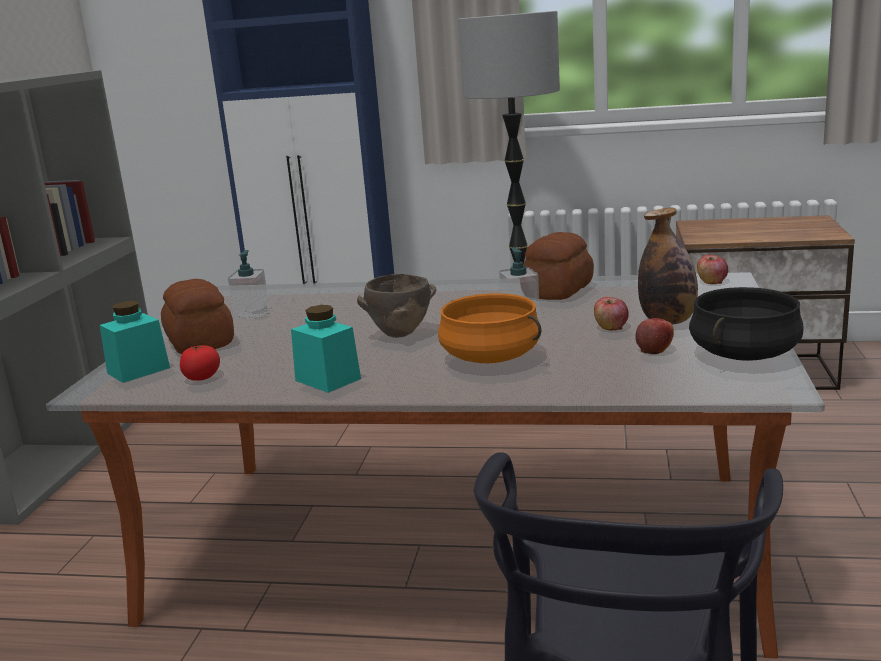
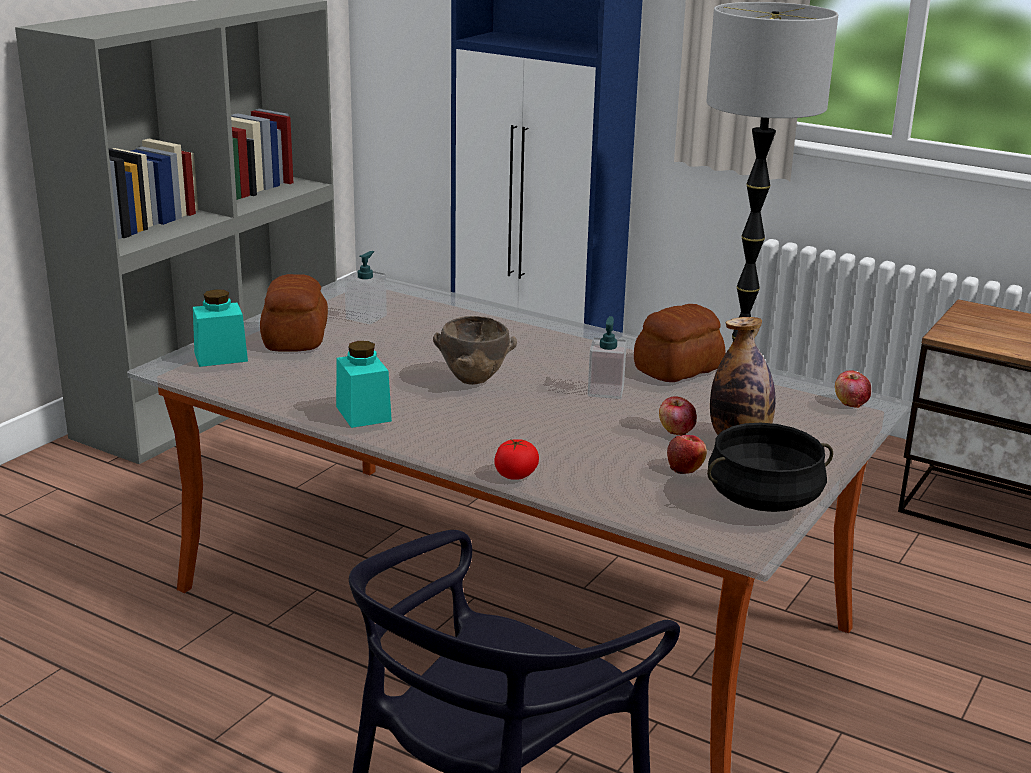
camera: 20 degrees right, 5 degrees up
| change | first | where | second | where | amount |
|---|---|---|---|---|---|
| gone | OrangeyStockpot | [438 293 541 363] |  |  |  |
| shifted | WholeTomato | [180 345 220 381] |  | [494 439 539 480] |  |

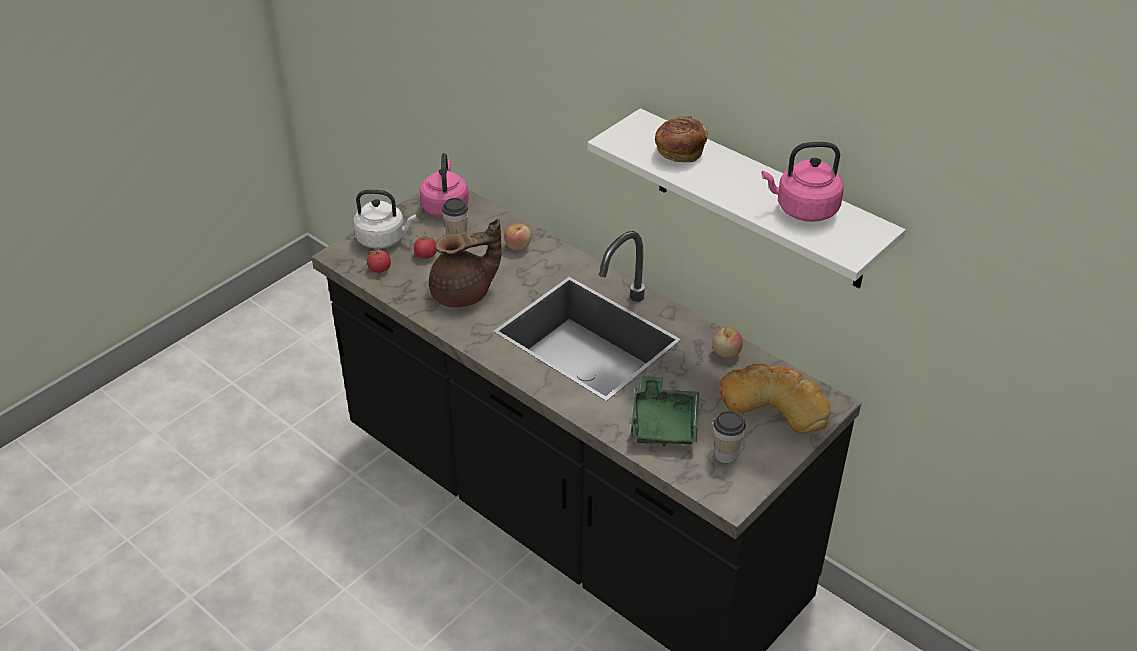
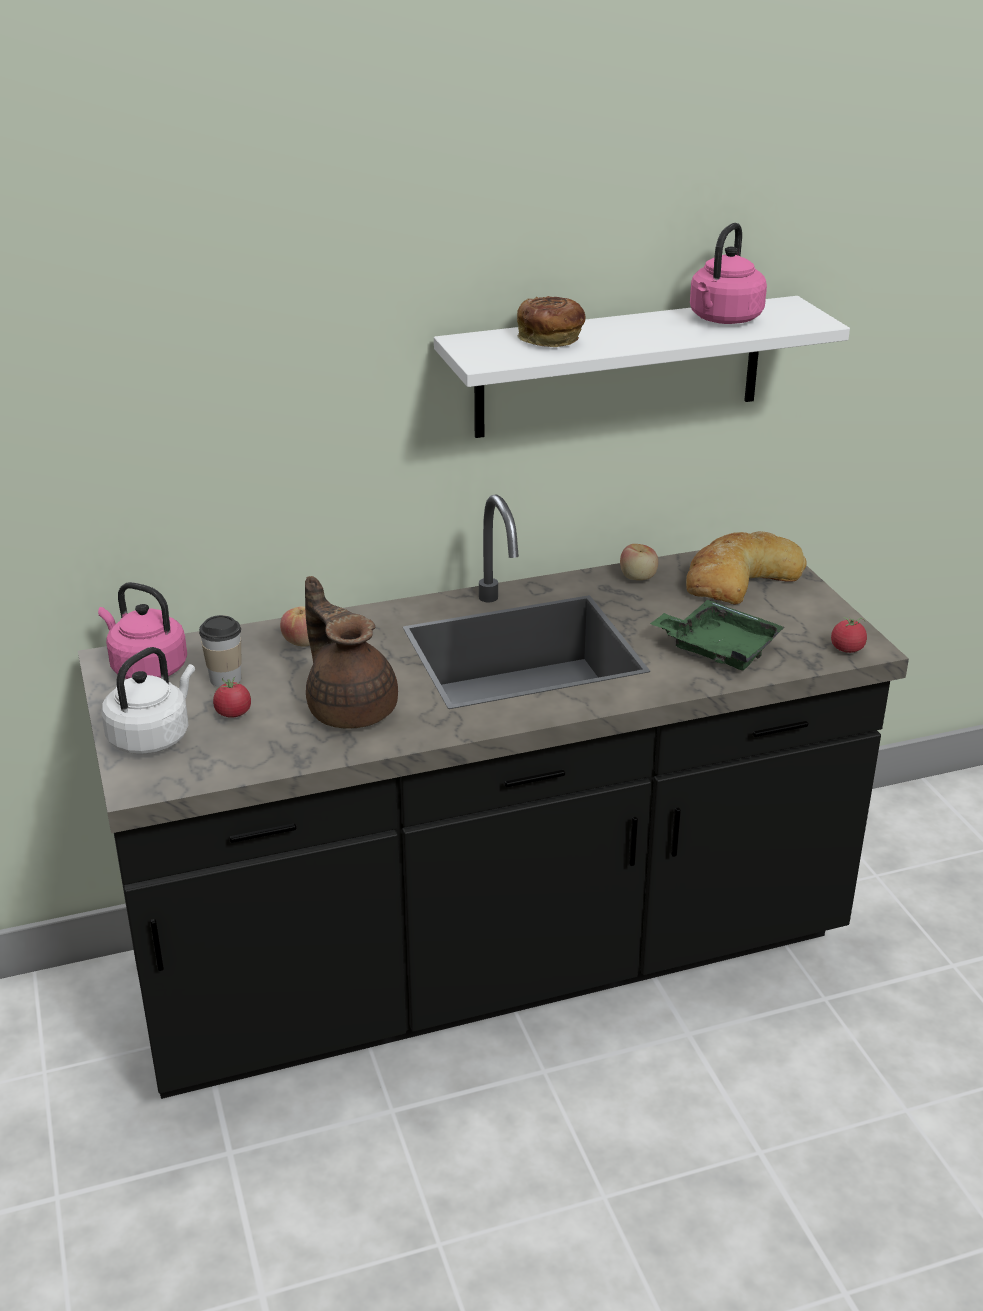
camera: 60 degrees left, 10 degrees down
| change | first | where | second | where | amount |
|---|---|---|---|---|---|
| gone | Cup | [714 411 746 463] |  |  |  |
| shifted | WholeTomato | [367 247 391 273] |  | [831 617 867 653] |  |
| rotated | BrownishTeapot | [429 219 502 308] |  | [305 576 398 729] | 45 degrees counterclockwise |

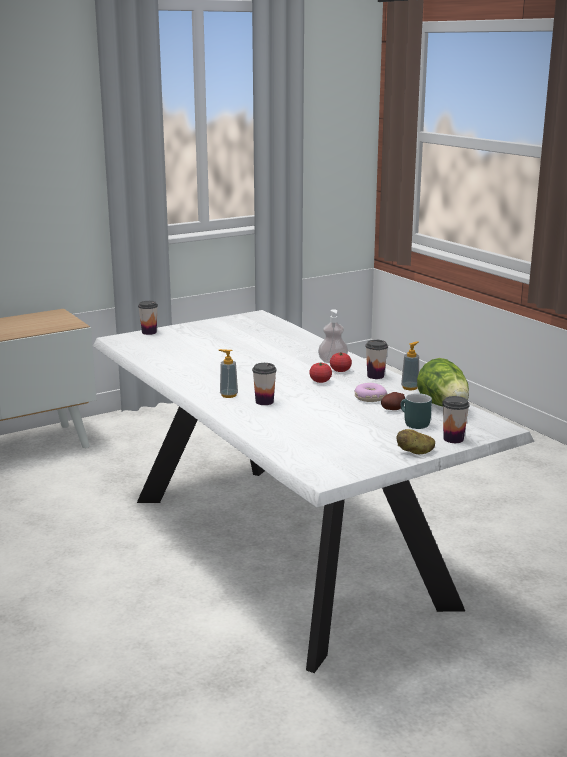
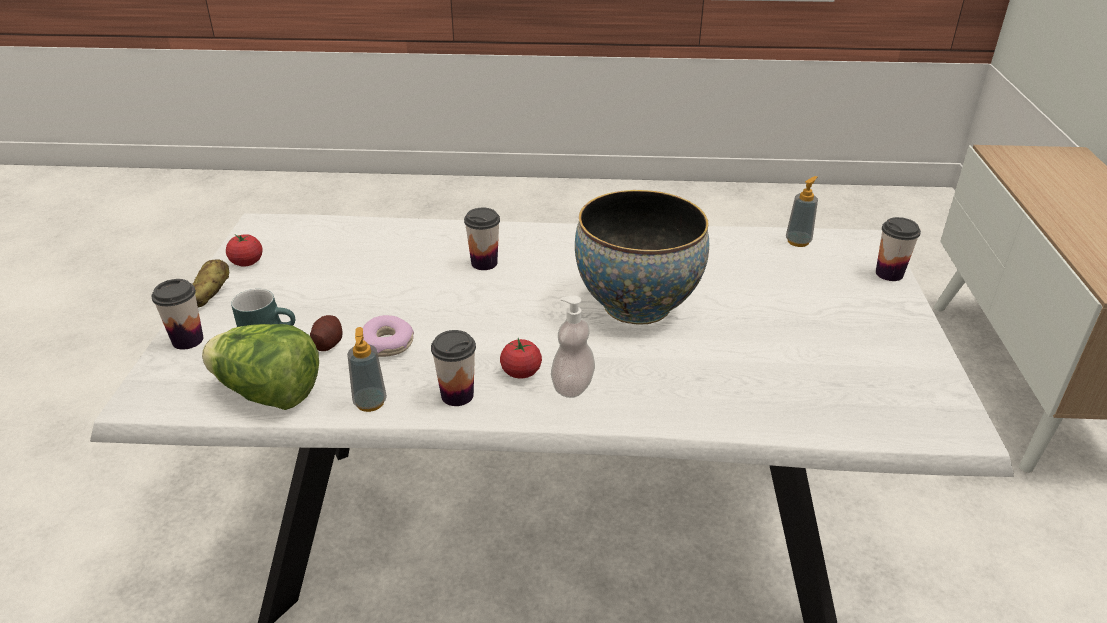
camera: 125 degrees right, 15 degrees up
| change | first | where | second | where | amount |
|---|---|---|---|---|---|
| new |  |  | DeepDish | [575 190 709 324] |  |
| shifted | LiquidSoapBottle | [219 349 238 398] |  | [786 176 818 247] |  |
| shifted | WholeTomato | [309 363 332 383] |  | [226 234 263 267] |  |

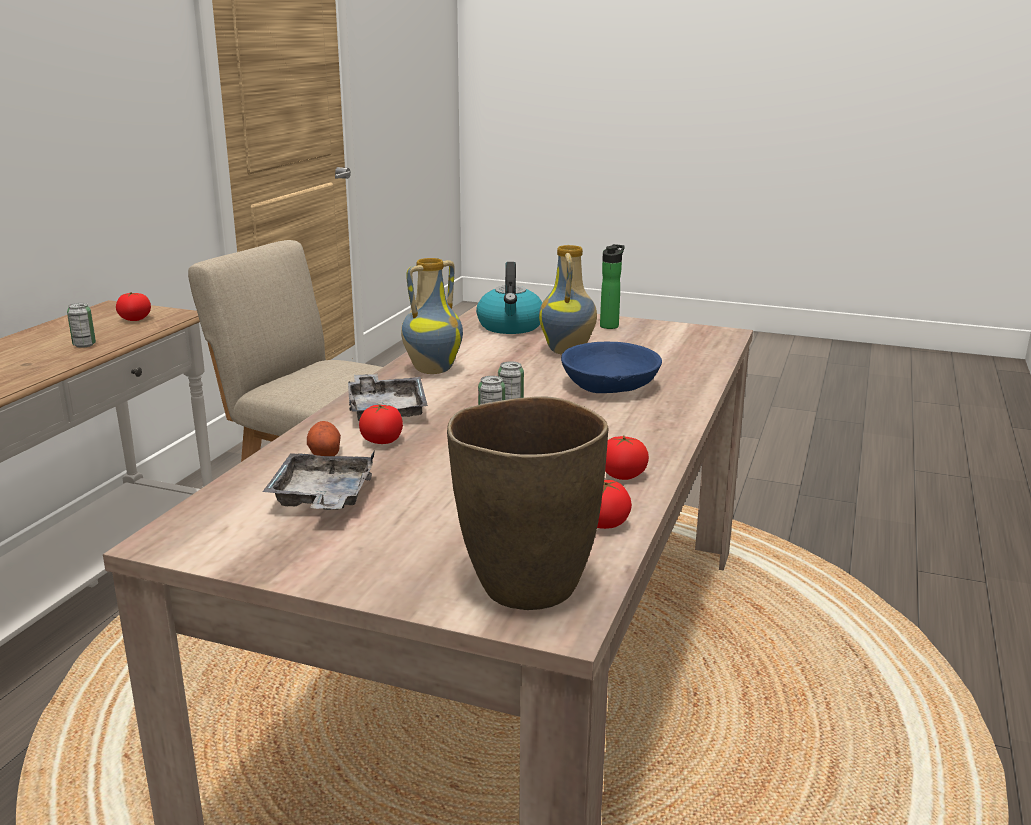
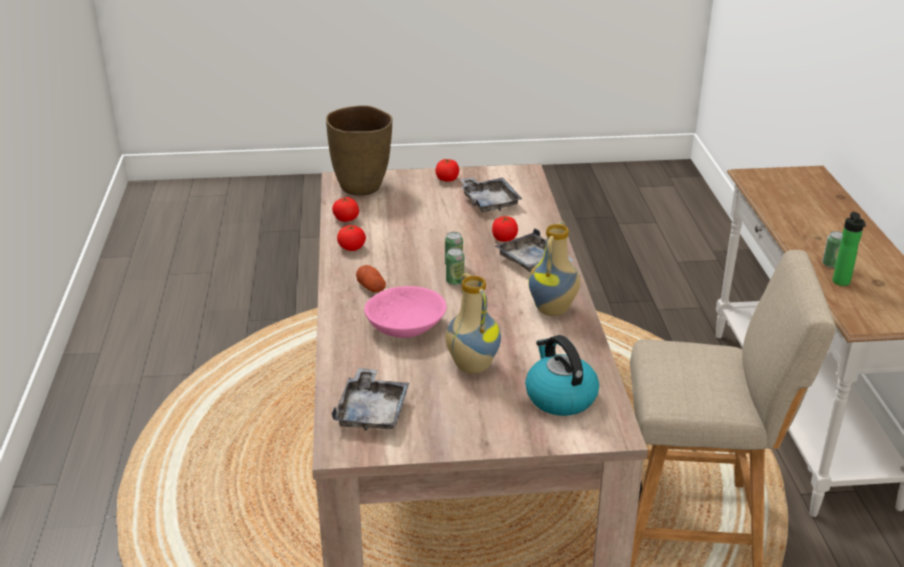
camera: 155 degrees right, 10 degrees up
| change | first | where | second | where | amount |
|---|---|---|---|---|---|
| new |  |  | GrayServingTray | [332 368 409 431] |  |
| shifted | WholeTomato | [116 292 151 321] |  | [435 159 459 182] |  |
| shifted | Potato | [307 421 341 456] |  | [356 265 386 293] |  |
| shifted | Bottle | [600 244 625 329] |  | [833 212 866 286] |  |
| repainted | BlueColouredDeepDish | [561 342 662 393] | PinkishDeepDish | [364 286 447 338] |  |

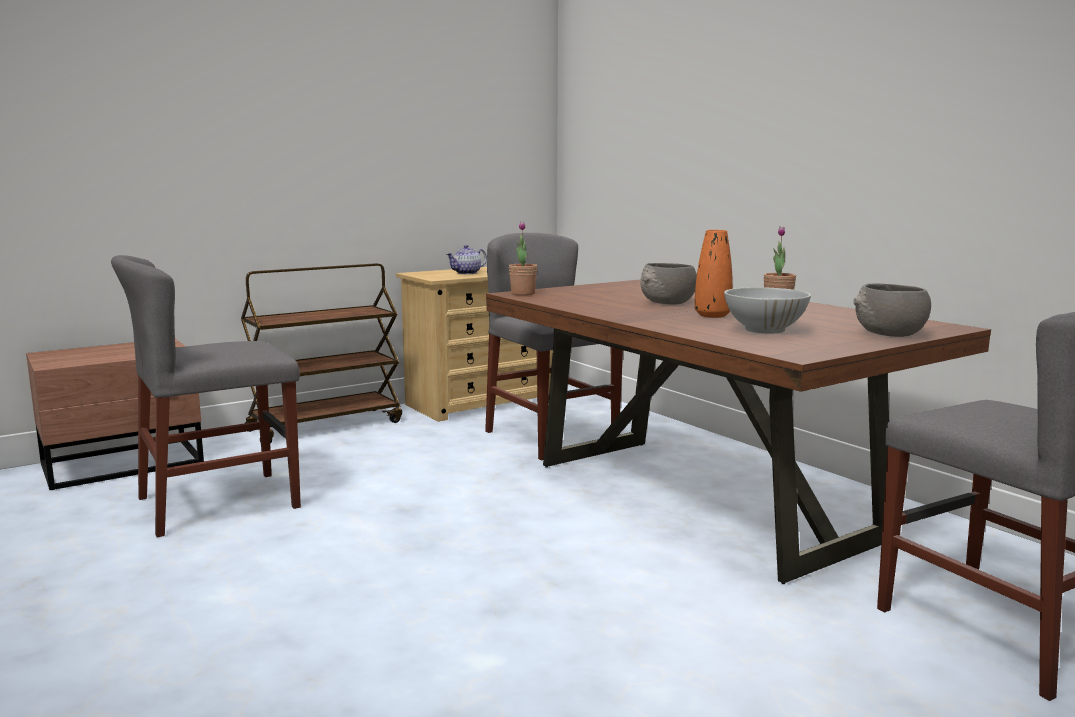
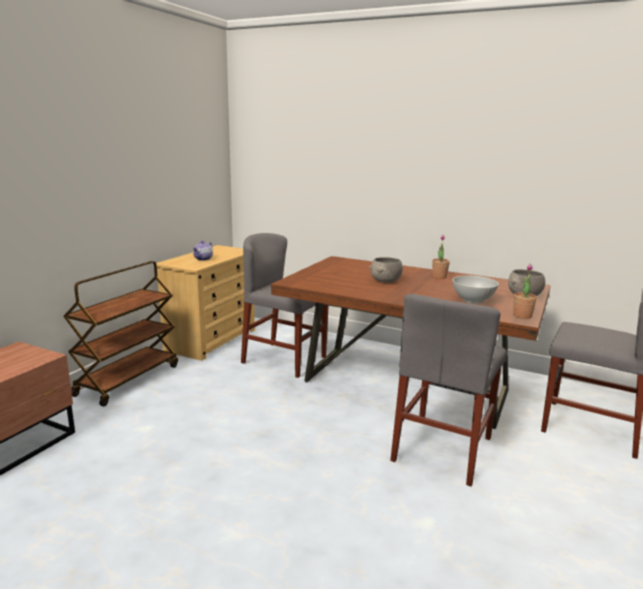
camera: 30 degrees left, 5 degrees up
| change | first | where | second | where | amount |
|---|---|---|---|---|---|
| gone | OrangeyDecorativeVase | [695 230 733 318] |  |  |  |
| shifted | GrayChair | [111 255 301 537] |  | [390 294 507 486] |  |
| shifted | PlantInAPot | [509 222 537 295] |  | [513 264 537 319] |  |

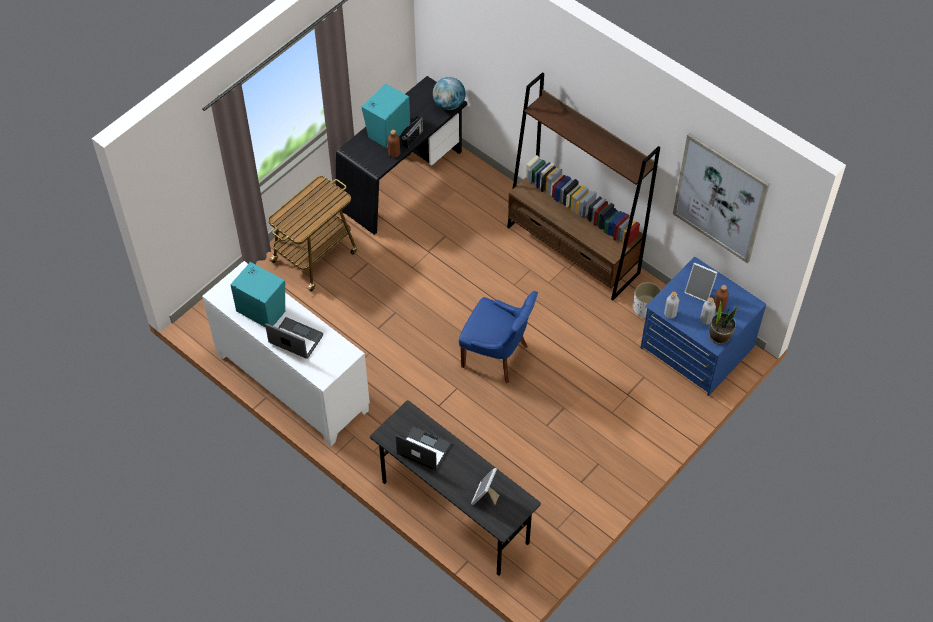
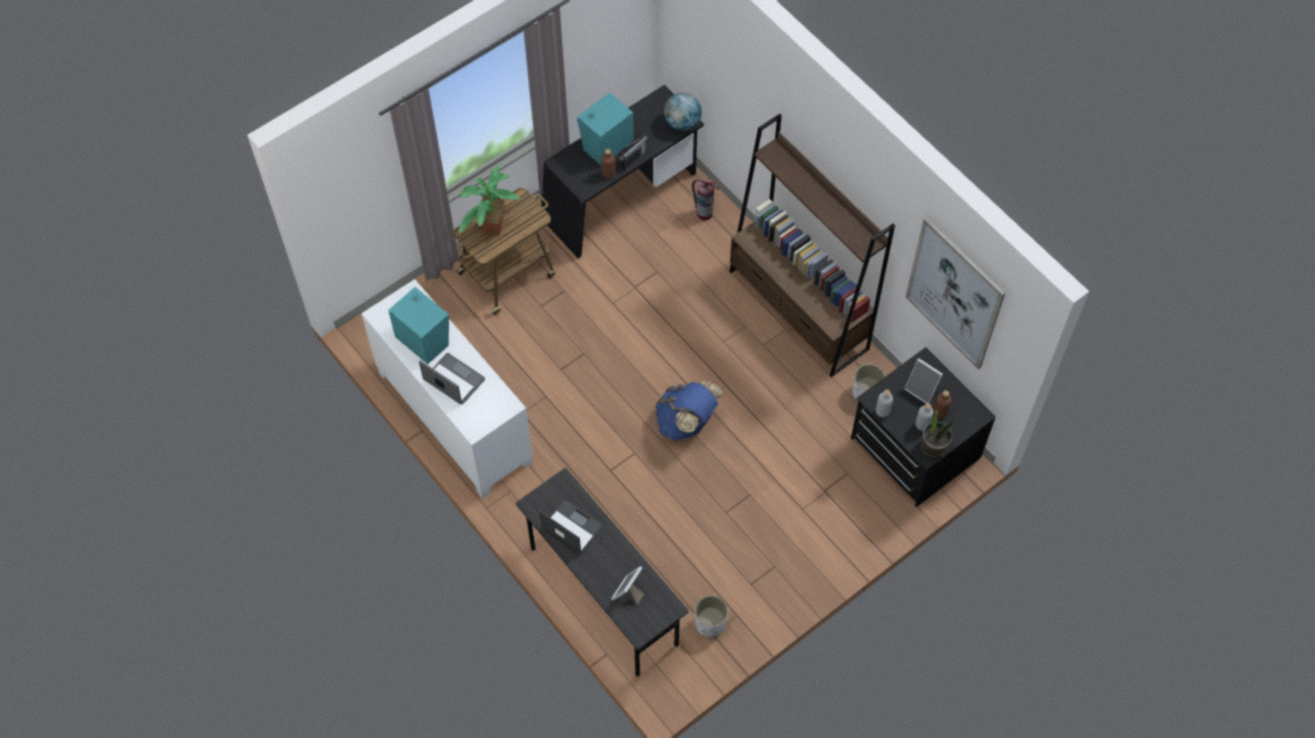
camera: 10 degrees right, 5 degrees up
| change | first | where | second | where | amount |
|---|---|---|---|---|---|
| new |  |  | PlantInAPot | [459 165 520 235] |  |
| new |  |  | Extinguisher | [692 178 719 221] |  |
| new |  |  | WhitishPlantPot | [695 595 728 637] |  |
| swapped | BlueColouredChair | [459 291 538 383] | BlueColouredKnapsack | [655 381 723 441] |  |
| repainted | BlueColouredDrawerChest | [640 257 767 396] | BlackColouredDrawerChest | [851 347 996 507] |  |

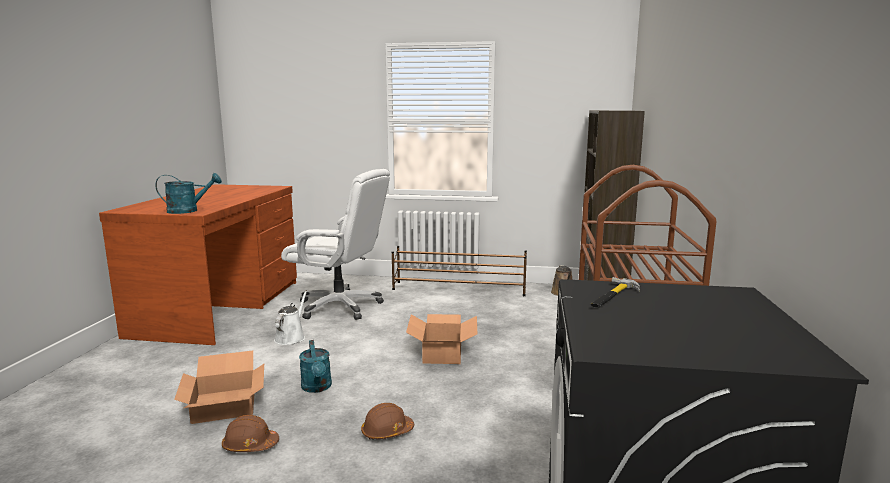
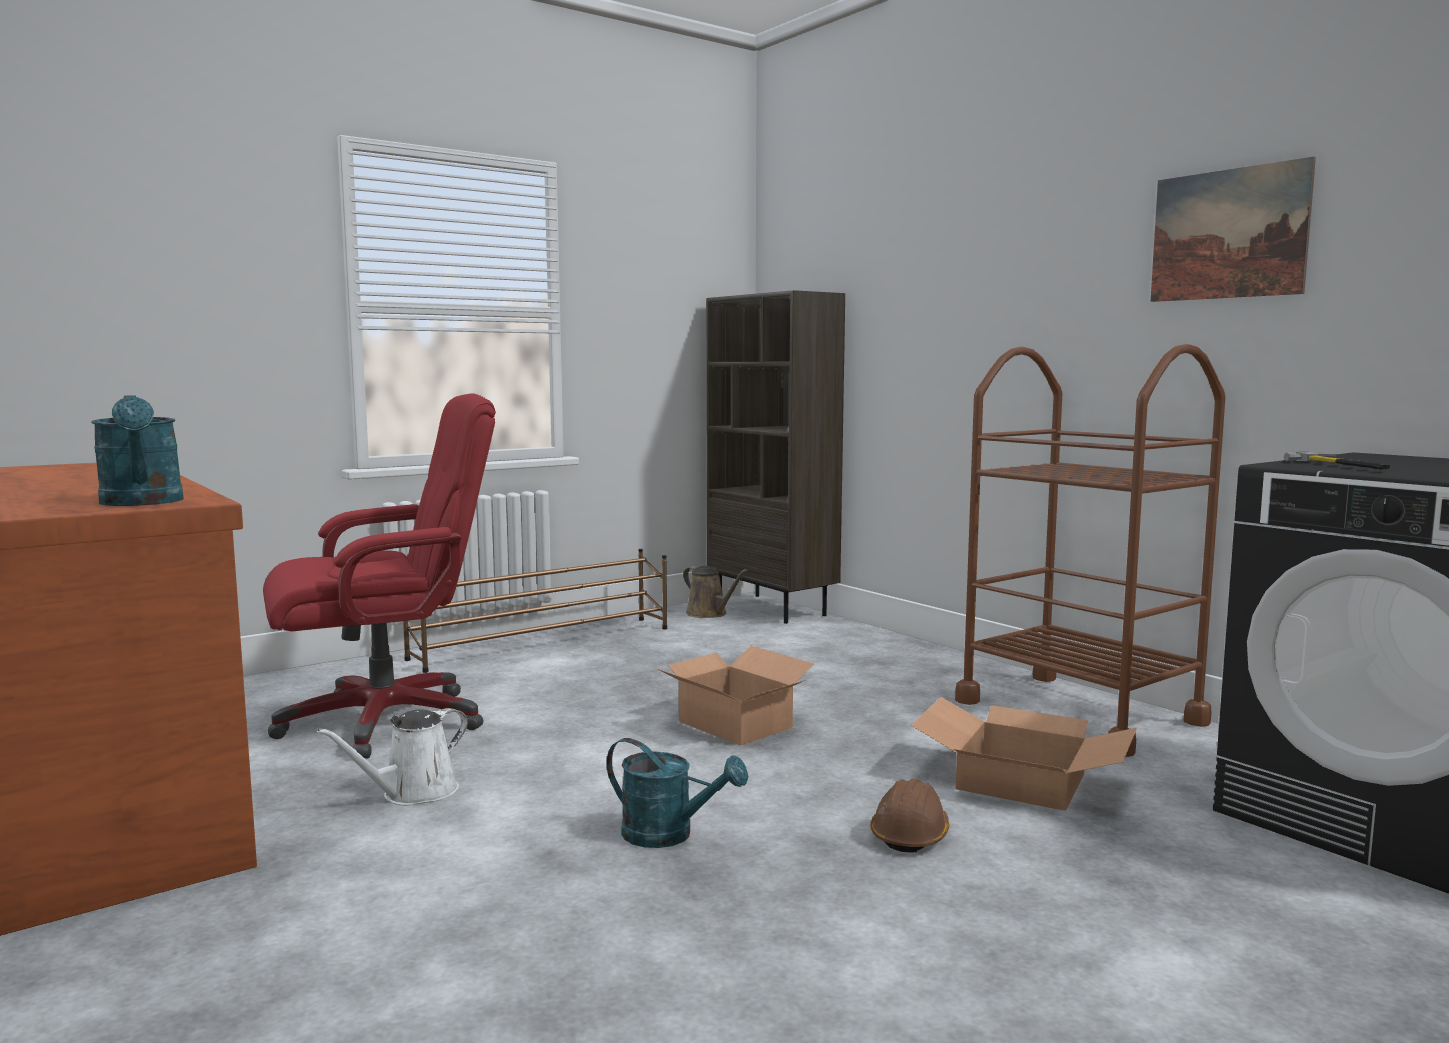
camera: 45 degrees left, 5 degrees down
| change | first | where | second | where | amount |
|---|---|---|---|---|---|
| gone | BrownishWorkHelmet | [222 415 279 452] |  |  |  |
| new |  |  | WallArt | [1150 157 1316 302] |  |
| shifted | CardboardBox | [174 351 264 424] |  | [911 697 1137 811] |  |
| repainted | WhitishOfficeChair | [281 169 390 320] | ReddishOfficeChair | [263 393 496 759] |  |
| rotated | BlueGreenWateringPot | [155 173 222 214] |  | [91 395 184 506] | 120 degrees clockwise |
| rotated | WhitishWateringPot | [274 290 308 345] |  | [317 708 468 805] | 105 degrees counterclockwise |

